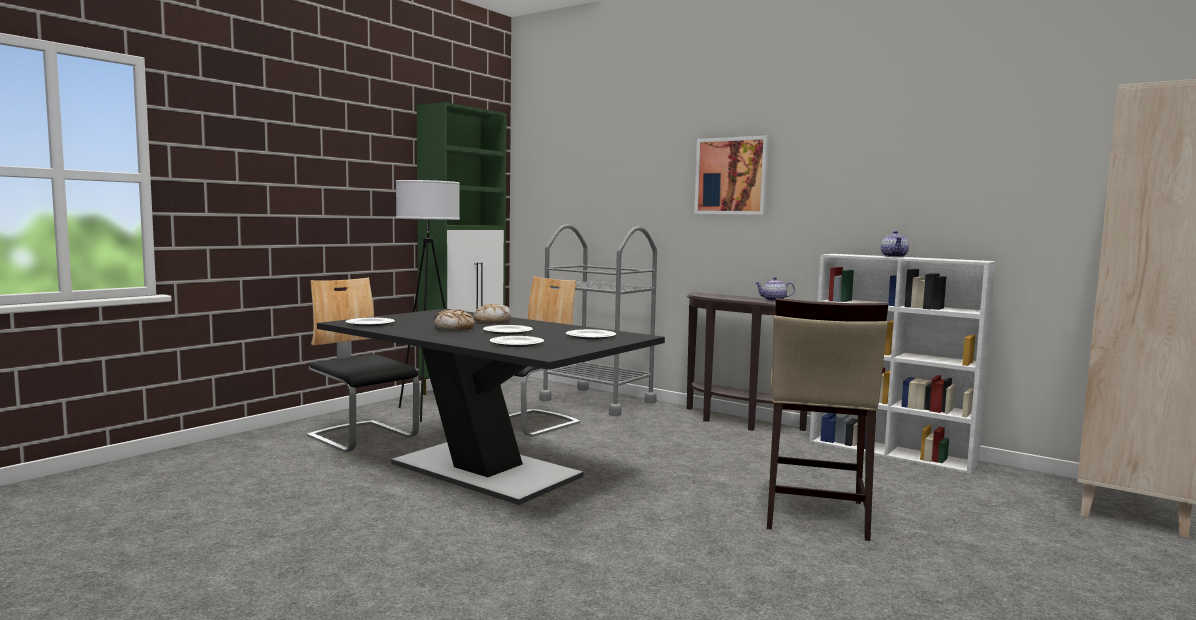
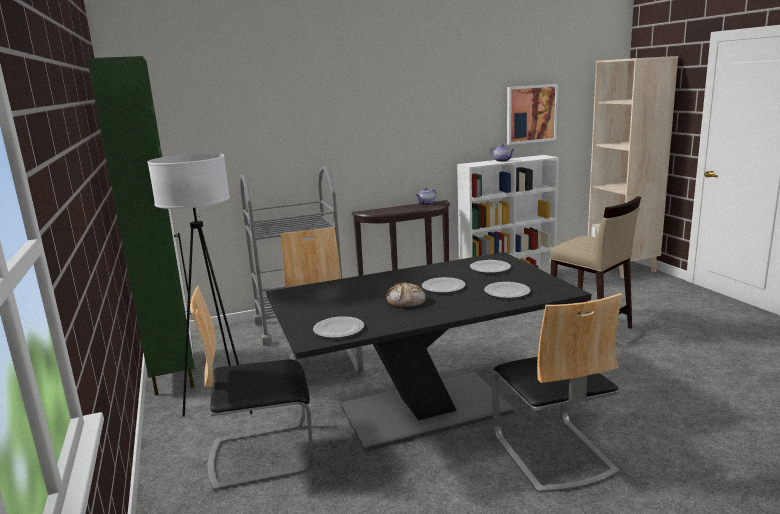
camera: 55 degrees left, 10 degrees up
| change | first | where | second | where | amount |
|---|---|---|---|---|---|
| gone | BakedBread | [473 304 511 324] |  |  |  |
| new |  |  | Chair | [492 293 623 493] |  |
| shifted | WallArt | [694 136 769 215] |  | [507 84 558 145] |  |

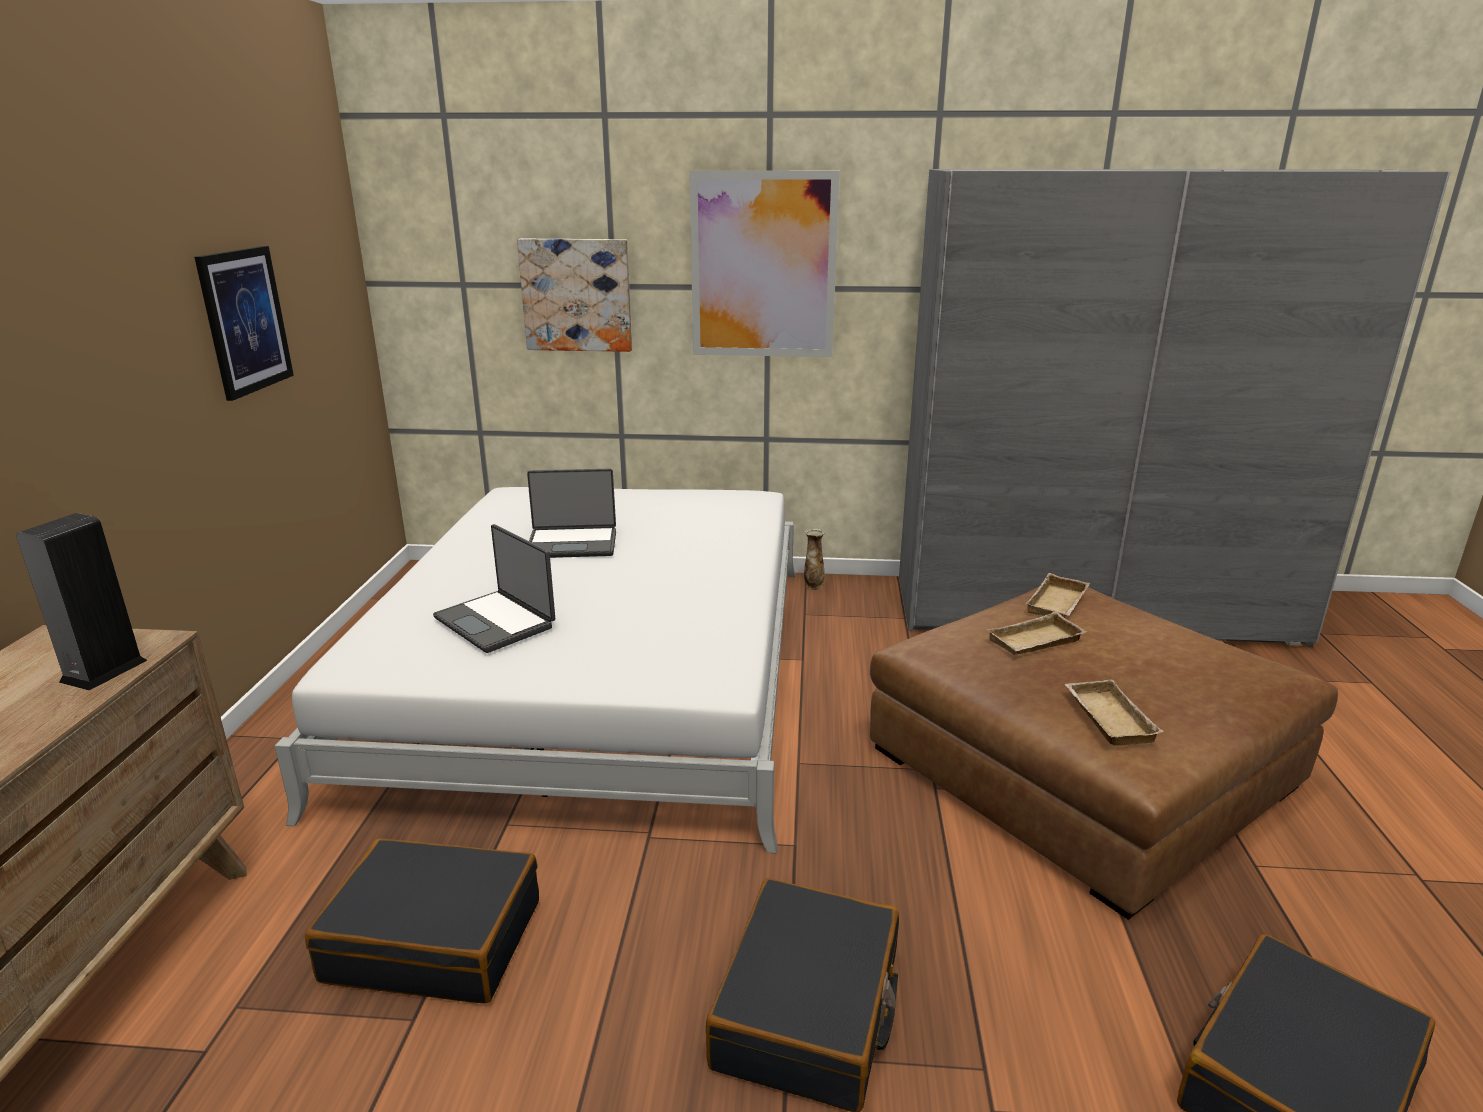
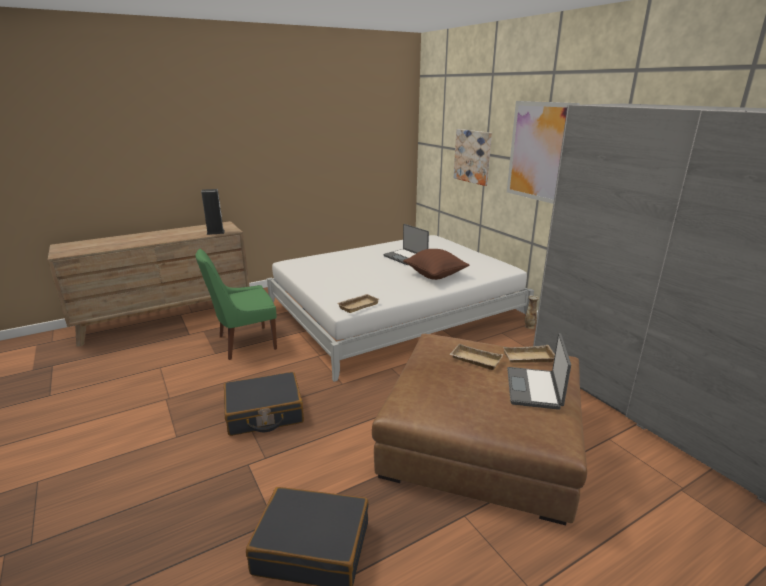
camera: 55 degrees right, 0 degrees up
| change | first | where | second | where | amount |
|---|---|---|---|---|---|
| gone | WallArt | [195 246 294 401] |  |  |  |
| new |  |  | BrownishCushion | [403 249 469 280] |  |
| shifted | NotebookComputer | [433 524 555 653] |  | [507 333 571 410] |  |
| shifted | SandColouredServingTray | [1064 680 1164 746] |  | [337 294 379 313] |  |
| swapped | BlackColouredTravelCase | [305 838 539 1004] | GreenColouredChair | [195 249 277 360] |  |

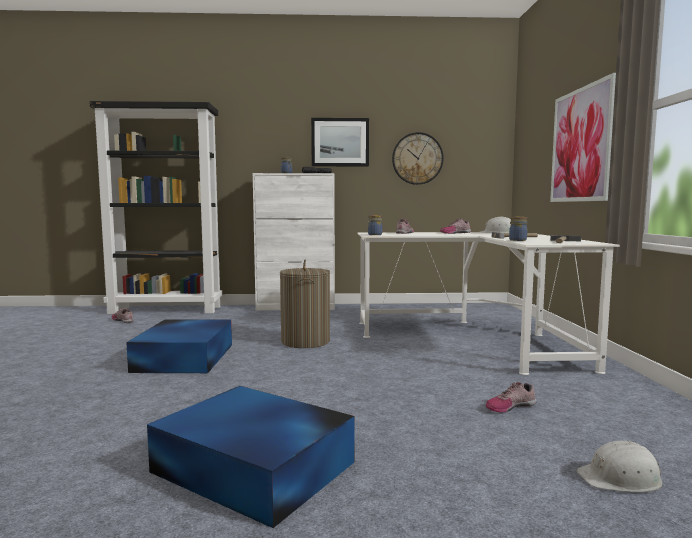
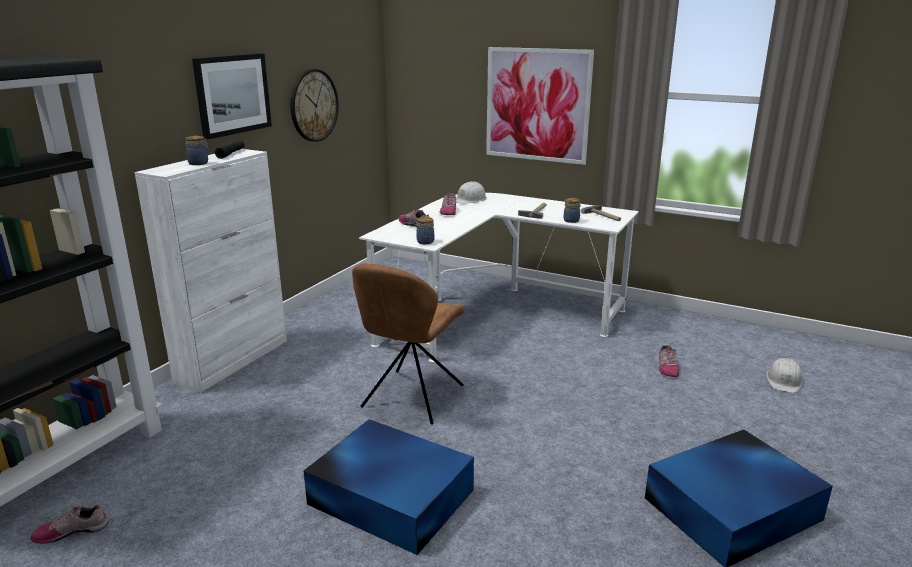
camera: 60 degrees left, 15 degrees up
| change | first | where | second | where | amount |
|---|---|---|---|---|---|
| swapped | Hamper | [280 260 330 348] | BrownishChair | [352 263 465 424] |  |

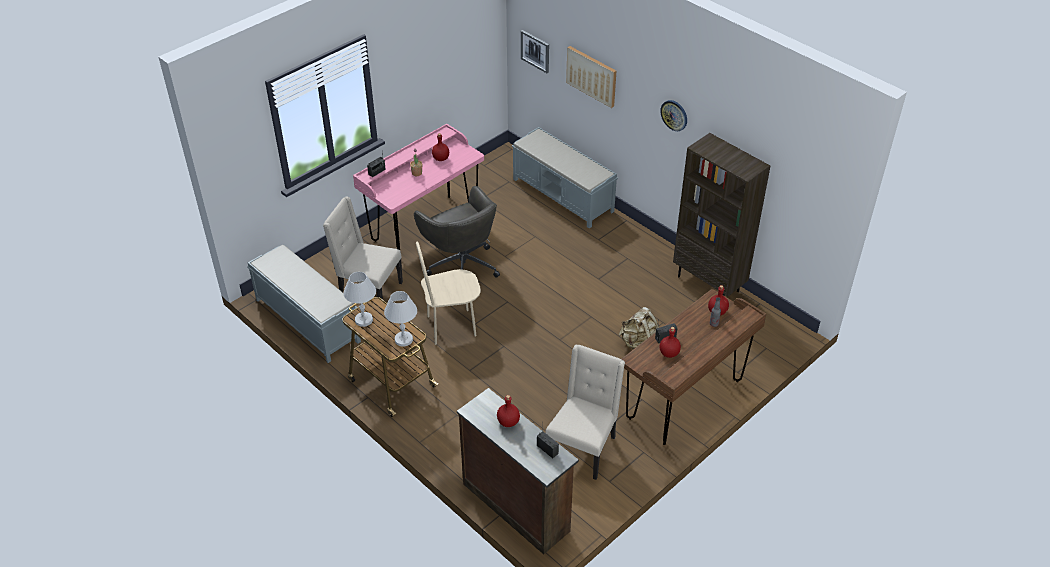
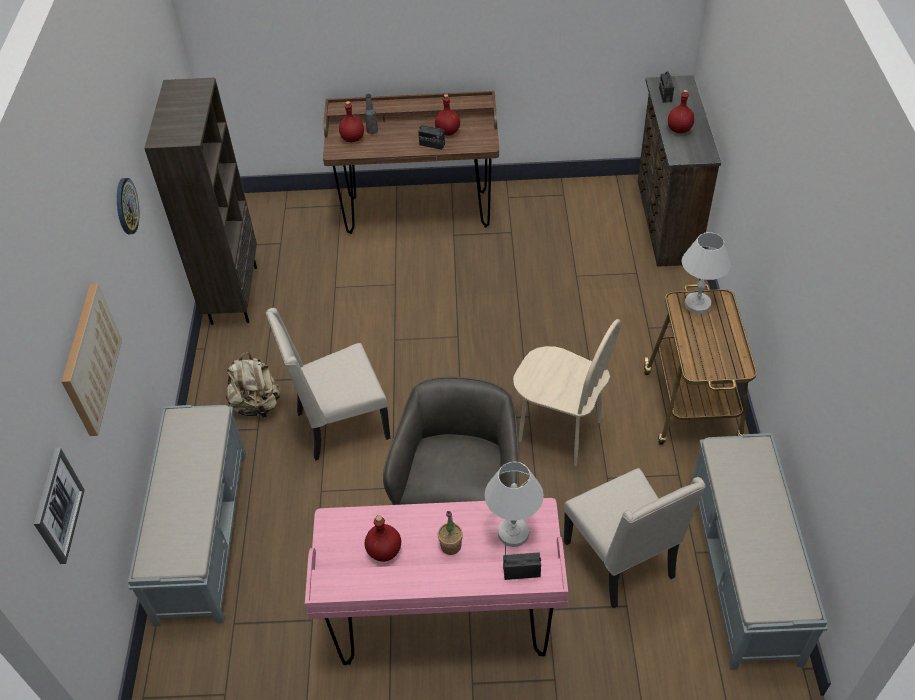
camera: 135 degrees left, 5 degrees up
| change | first | where | second | where | amount |
|---|---|---|---|---|---|
| shifted | WhitishLampForATable | [344 272 376 327] |  | [485 461 543 547] |  |
| shifted | SandColouredChair | [545 344 625 480] |  | [266 308 391 461] |  |
| shifted | SandColouredKnapsack | [619 307 659 349] |  | [225 352 280 418] |  |

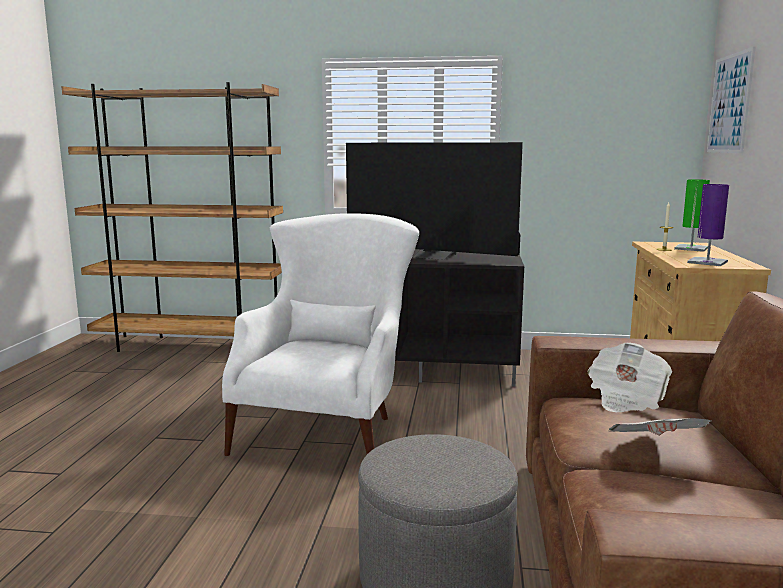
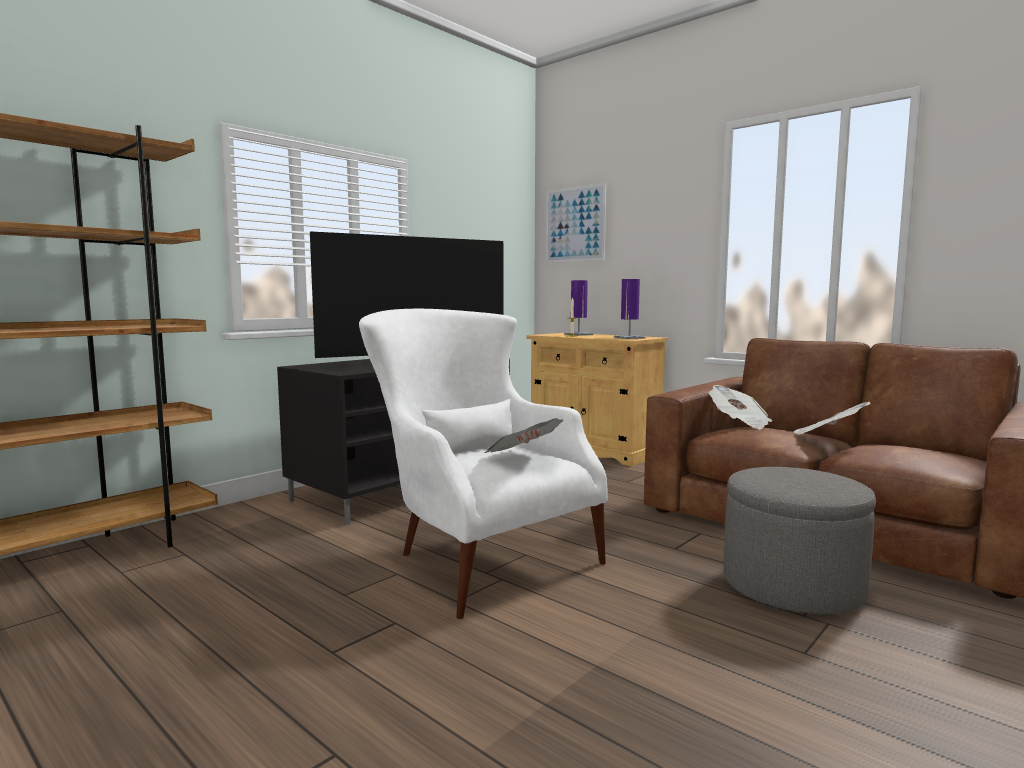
camera: 55 degrees left, 5 degrees down
| change | first | where | second | where | amount |
|---|---|---|---|---|---|
| new |  |  | PrintedPaper | [484 418 563 453] |  |
| repainted | GreenColouredLampForATable | [674 179 710 252] | PurplishLampForATable | [564 280 593 336] |  |

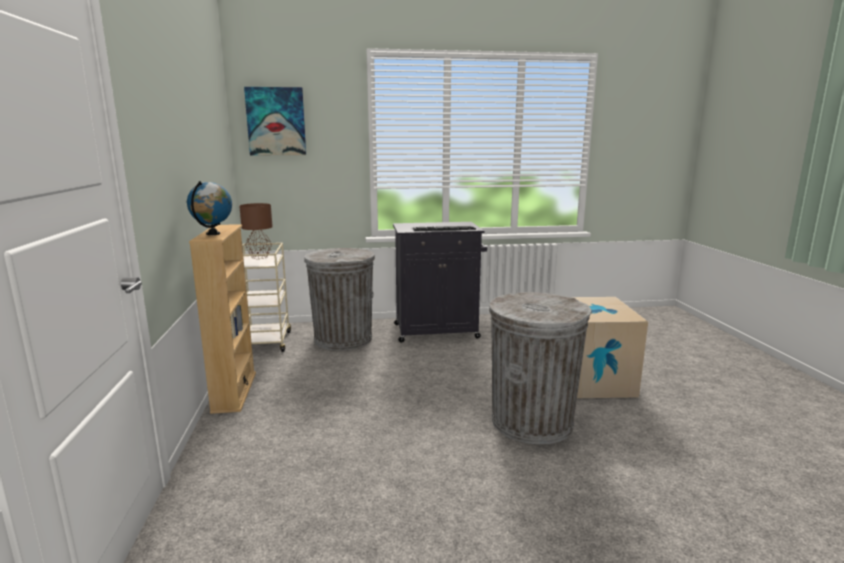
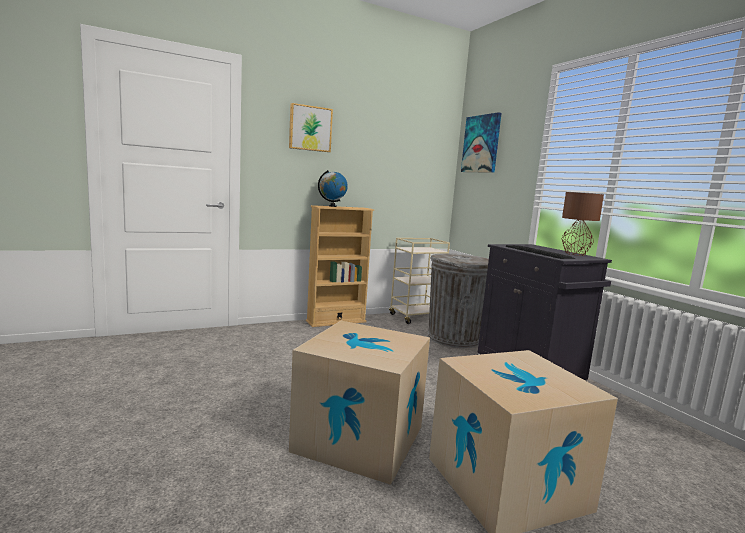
camera: 70 degrees right, 5 degrees down
| change | first | where | second | where | amount |
|---|---|---|---|---|---|
| new |  |  | WallArt | [289 103 333 152] |  |
| shifted | BrownishLampForATable | [239 203 273 259] |  | [562 192 604 256] |  |
| swapped | GrayRubbishBin | [489 292 592 444] | CardboardBox | [289 321 430 485] |  |

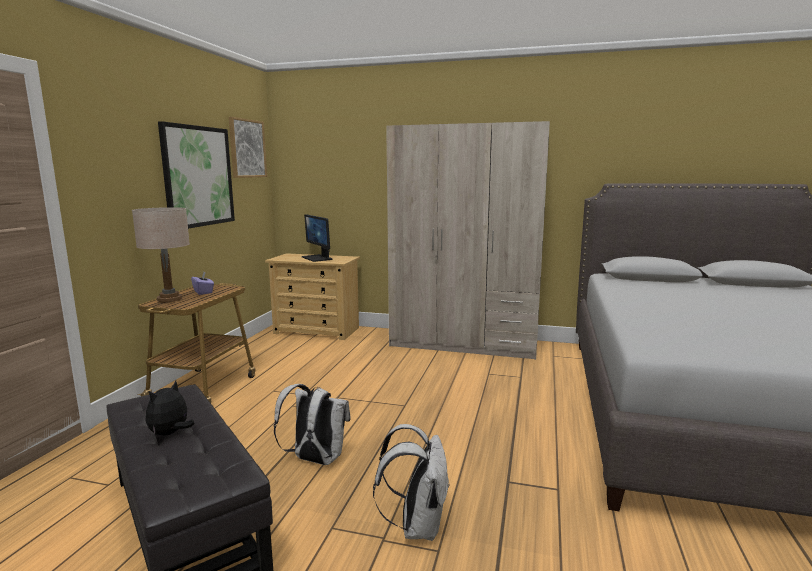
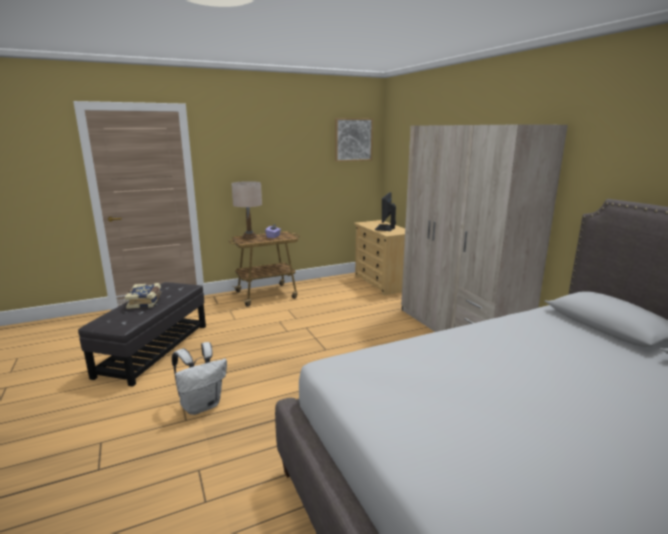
camera: 50 degrees right, 5 degrees up
| change | first | where | second | where | amount |
|---|---|---|---|---|---|
| gone | WallArt | [158 121 235 229] |  |  |  |
| gone | WhitishKnapsack | [273 384 351 465] |  |  |  |
| swapped | PlushToy | [146 381 195 436] | BoundBook | [125 283 162 309] |  |

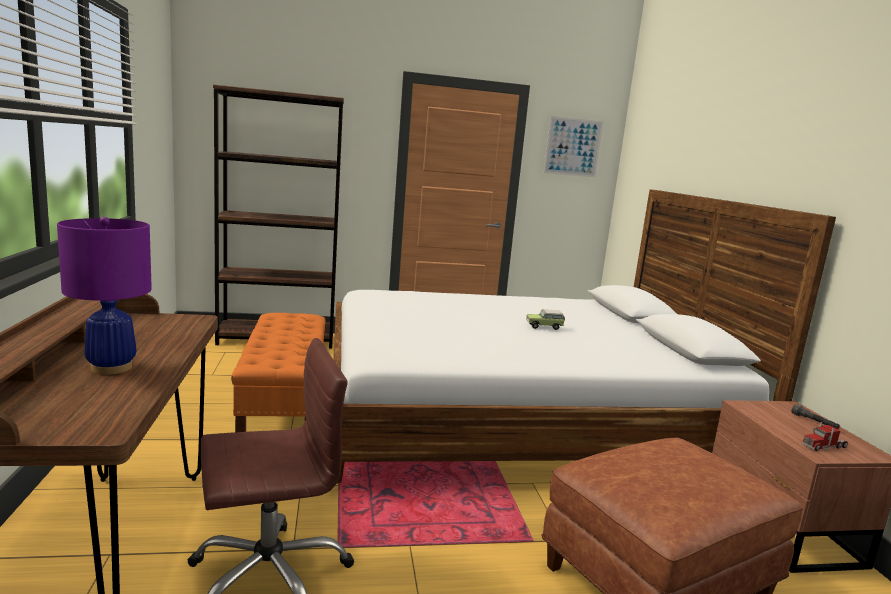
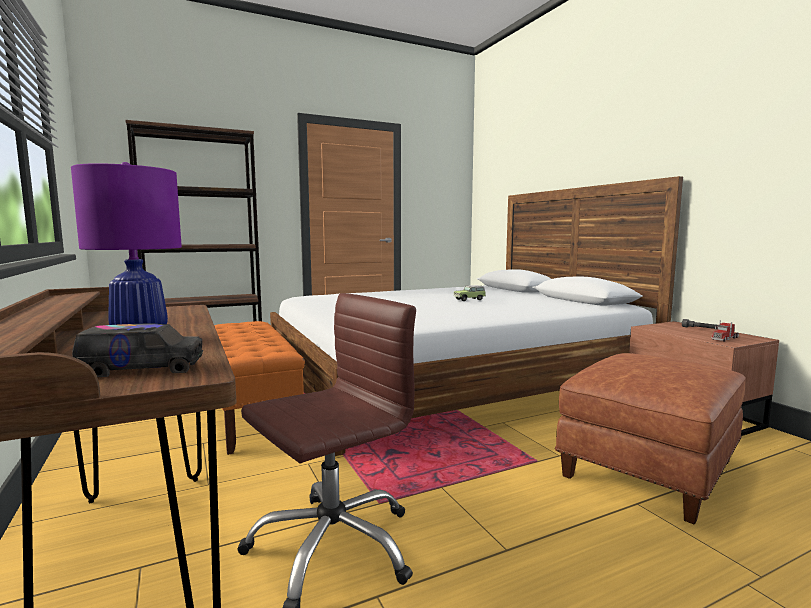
camera: 15 degrees left, 5 degrees down
| change | first | where | second | where | amount |
|---|---|---|---|---|---|
| gone | WallArt | [544 116 603 177] |  |  |  |
| new |  |  | ToyLorry | [72 323 203 377] |  |

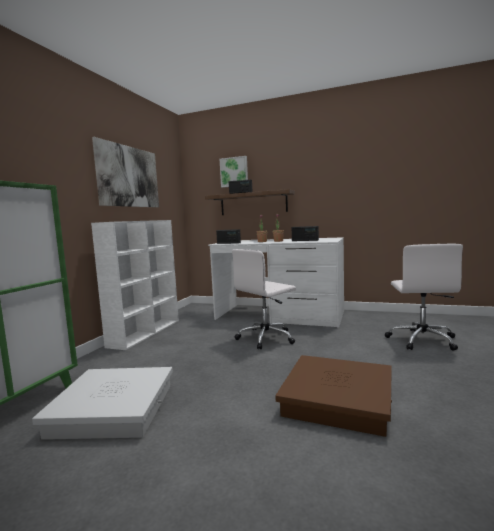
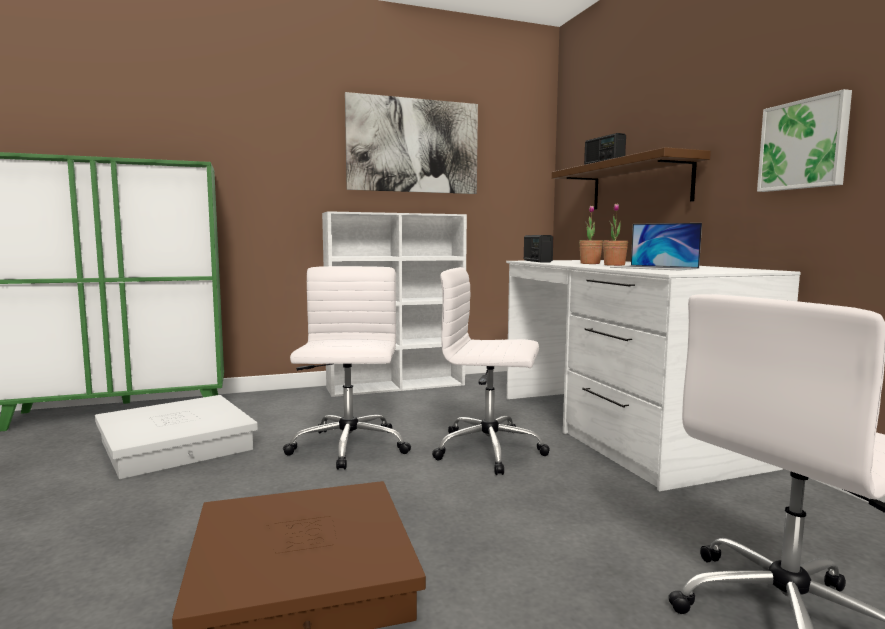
camera: 50 degrees right, 0 degrees up
| change | first | where | second | where | amount |
|---|---|---|---|---|---|
| new |  |  | WhitishOfficeChair | [283 266 411 470] |  |
| shifted | WallArt | [220 156 248 188] |  | [757 89 852 192] |  |
| swapped | Radio | [292 226 319 241] | NotebookComputer | [610 223 702 271] |  |

